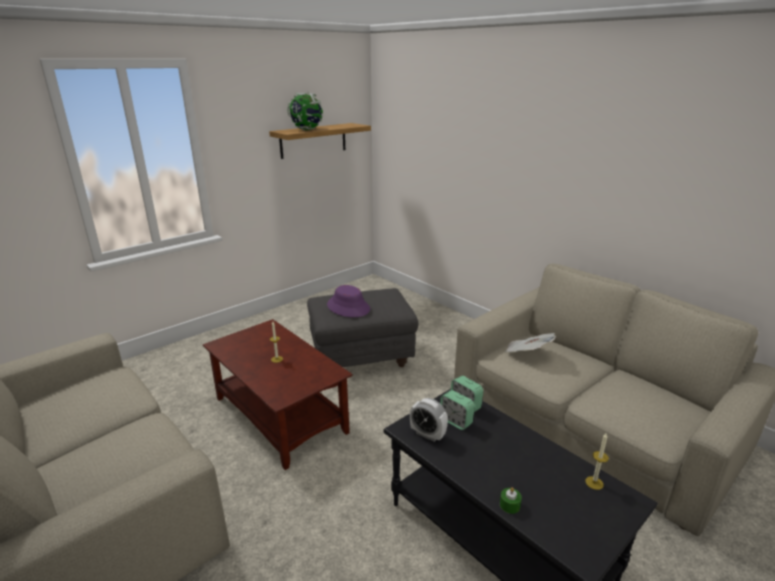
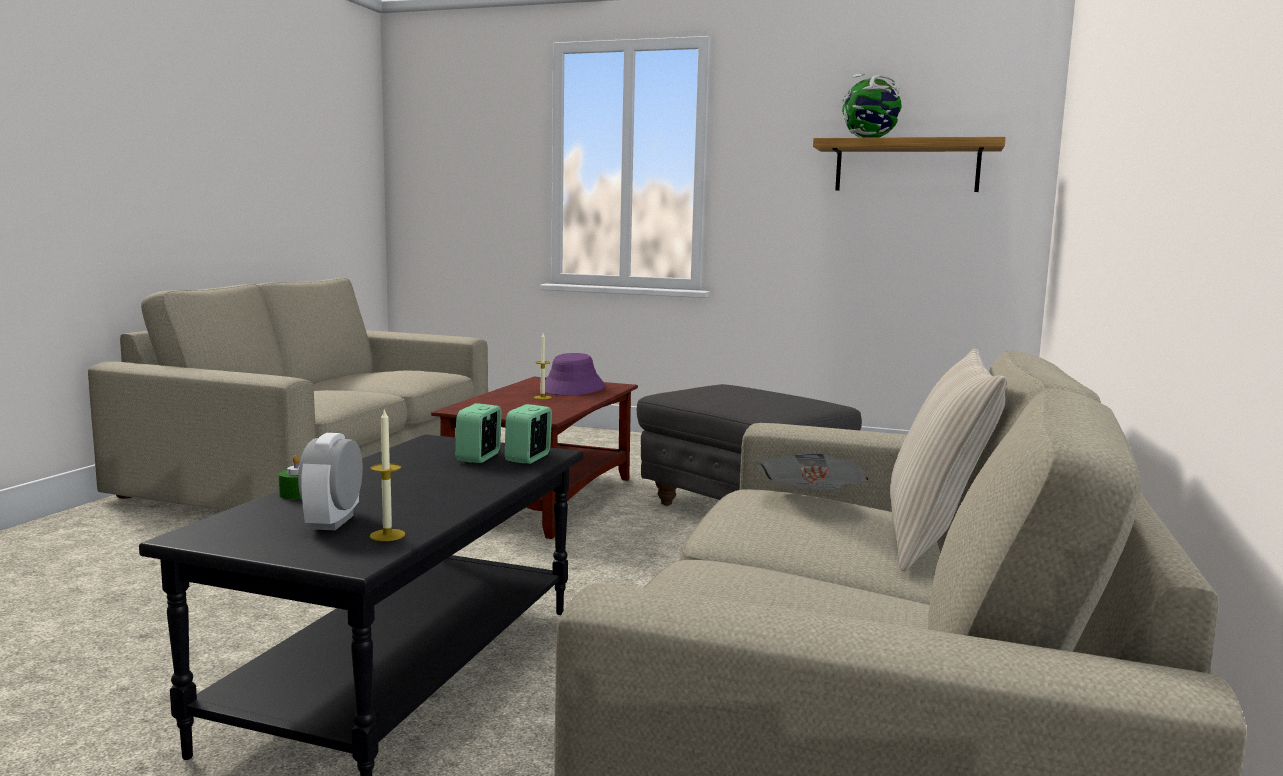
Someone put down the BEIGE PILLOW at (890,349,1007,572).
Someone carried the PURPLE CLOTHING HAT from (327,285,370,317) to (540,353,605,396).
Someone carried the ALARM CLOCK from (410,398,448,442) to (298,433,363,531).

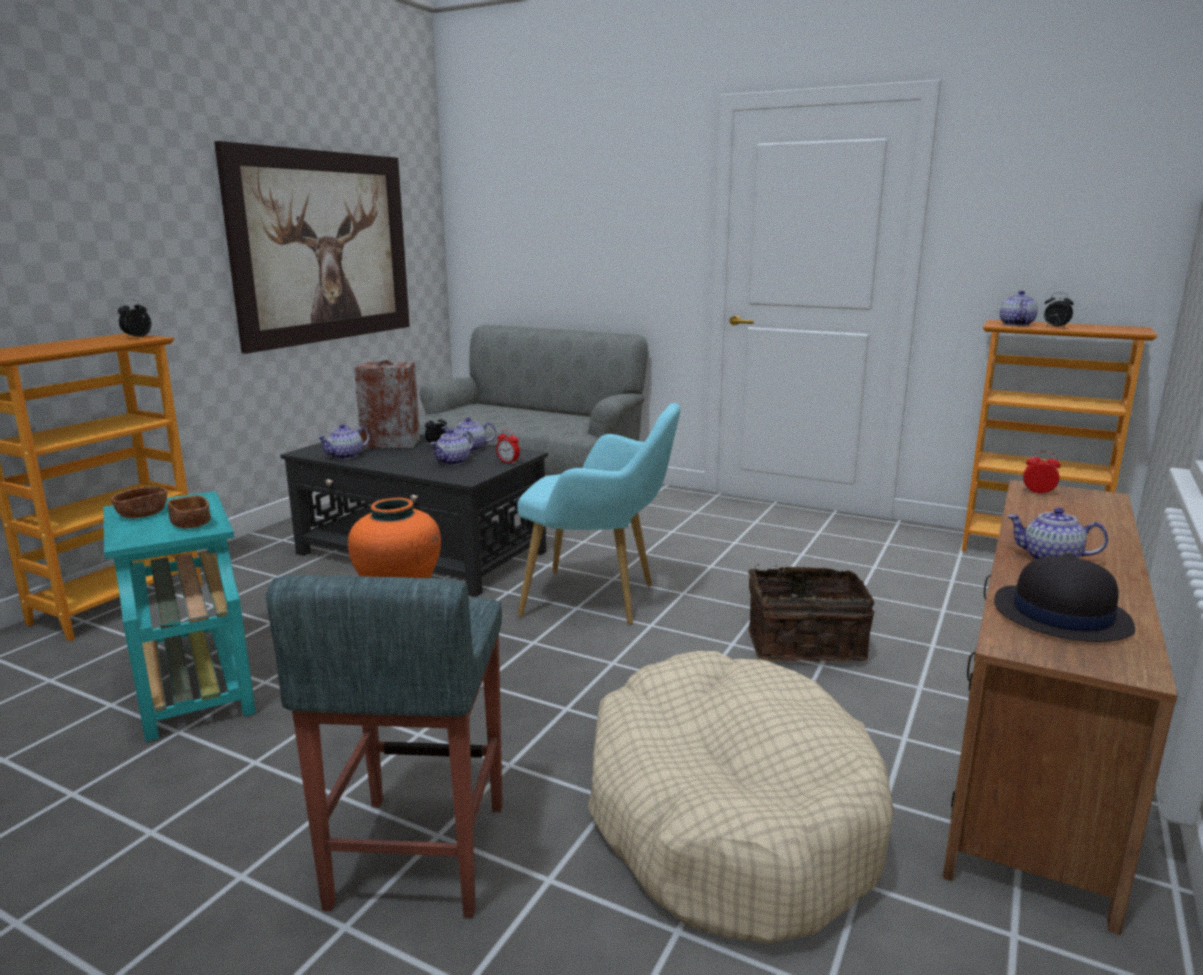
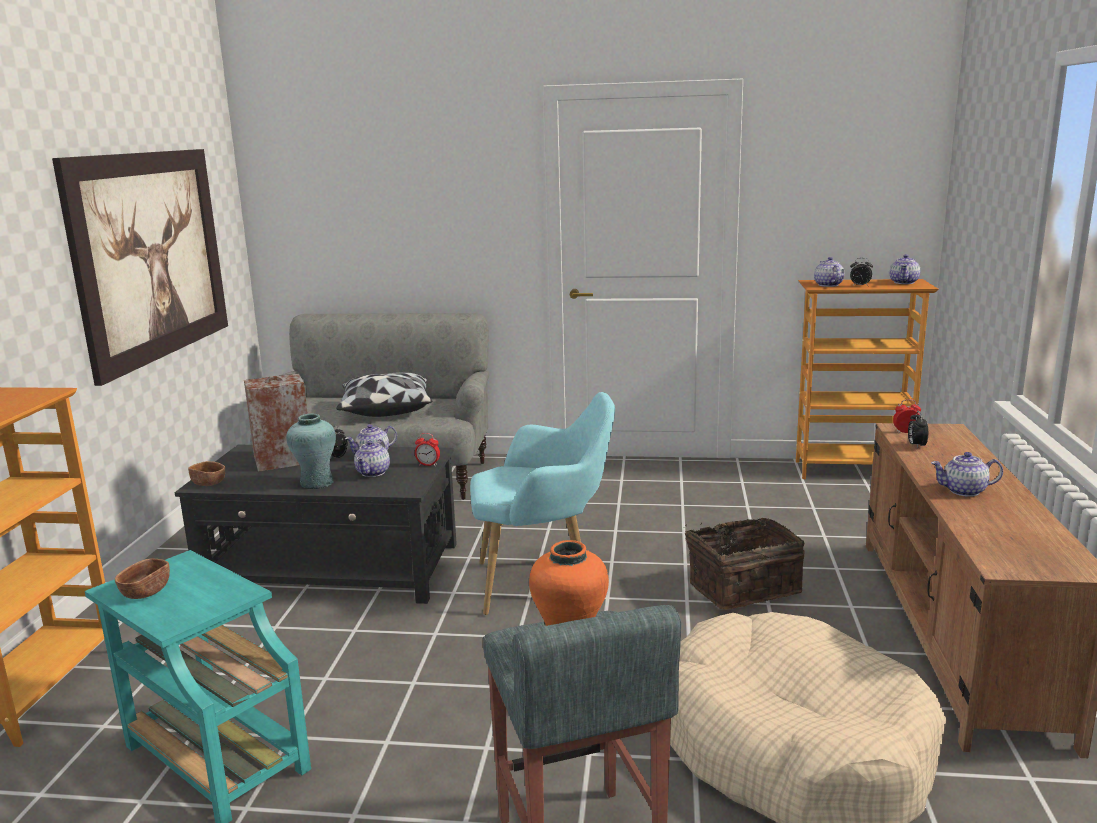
Someone took away the BLACK CLOTHING HAT at (994,553,1135,642).
Someone put down the TURQUOISE FLOWER VASE at (286,413,336,489).
Someone put down the PILLOW at (336,372,432,417).
Someone carried the ALARM CLOCK from (118,299,151,338) to (908,411,928,448).
Someone carried the BROWNISH SERVING BOWL from (167,495,211,528) to (188,461,225,486).
Someone carried the TEAPOT from (317,424,370,459) to (890,254,920,284).

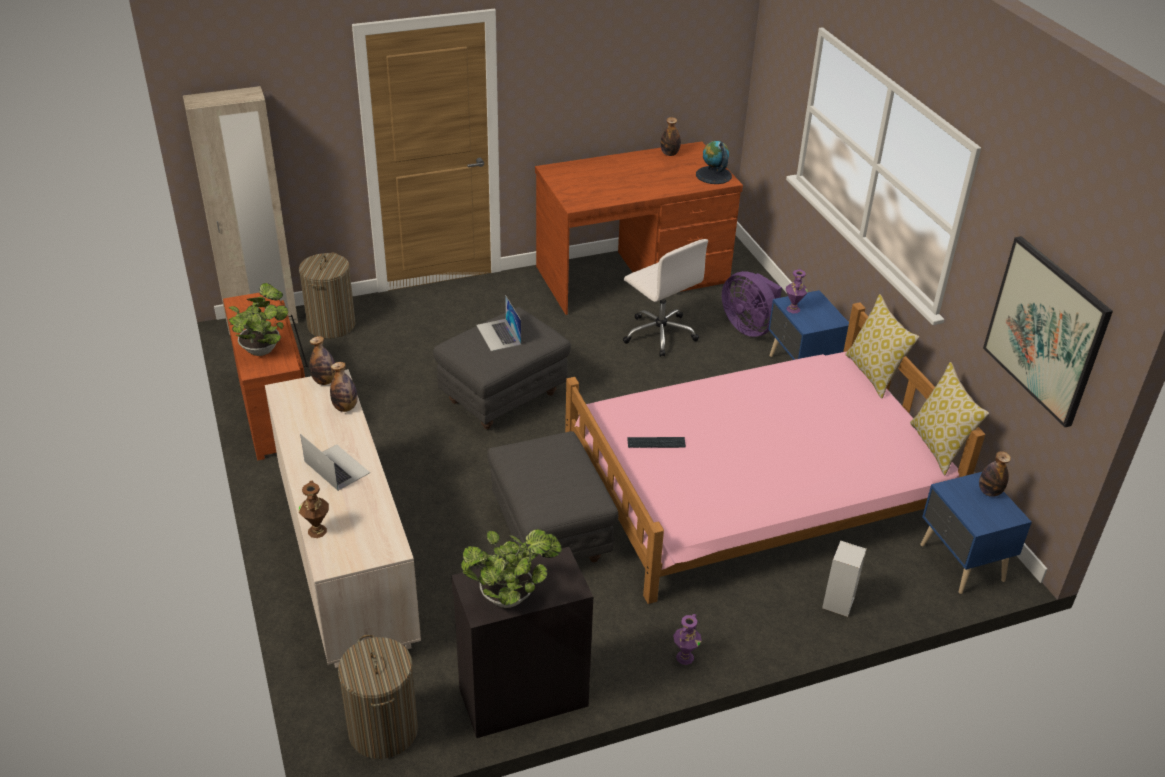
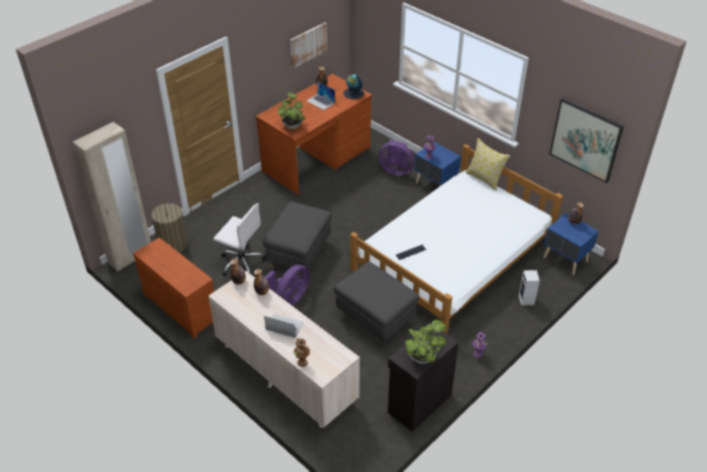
Someone took away the HAMPER at (338,634,418,759).
Someone took away the PILLOW at (910,362,989,475).
Someone put down the PURPLE COOLING FAN at (265,265,310,305).
Someone put up the WALL PICTURE at (290,22,327,69).
Someone carried the PLANT IN A POT from (229,283,288,356) to (277,92,305,129).
Someone carried the PORTABLE COMPUTER from (476,295,521,351) to (307,81,335,110).
Someone carried the WHITISH DESK CHAIR from (623,239,708,357) to (213,203,266,276).
Someone repainted the PINKISH BEDROOM BED at (565,302,985,604), which became the WHITISH BEDROOM BED at (350,144,563,333).

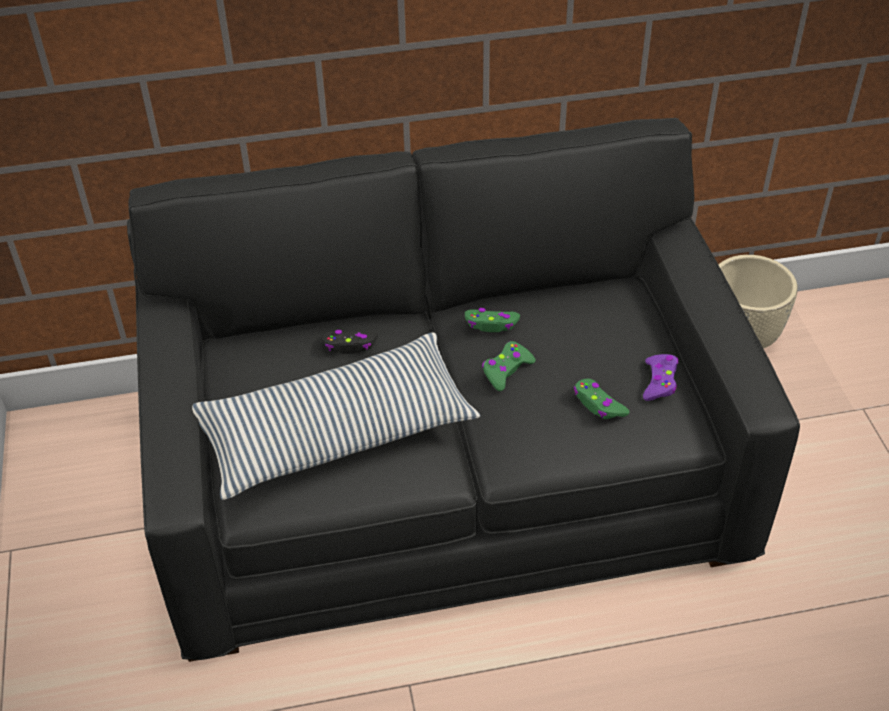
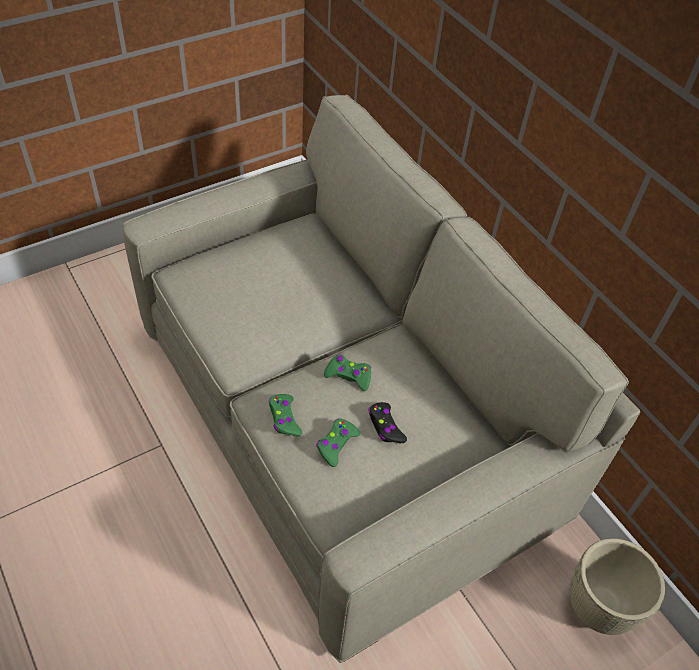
Someone took away the PILLOW at (192,332,480,500).
Someone took away the PURPLE GAME CONTROLLER at (643,354,678,401).
Someone carried the BLACK GAME CONTROLLER from (321,330,378,354) to (369,402,407,443).
Someone carried the GREEN GAME CONTROLLER from (465,308,520,332) to (269,394,302,436).
Someone repainted the BLACK SETTEE at (127,118,800,662), which became the BEIGE SETTEE at (123,95,640,663).

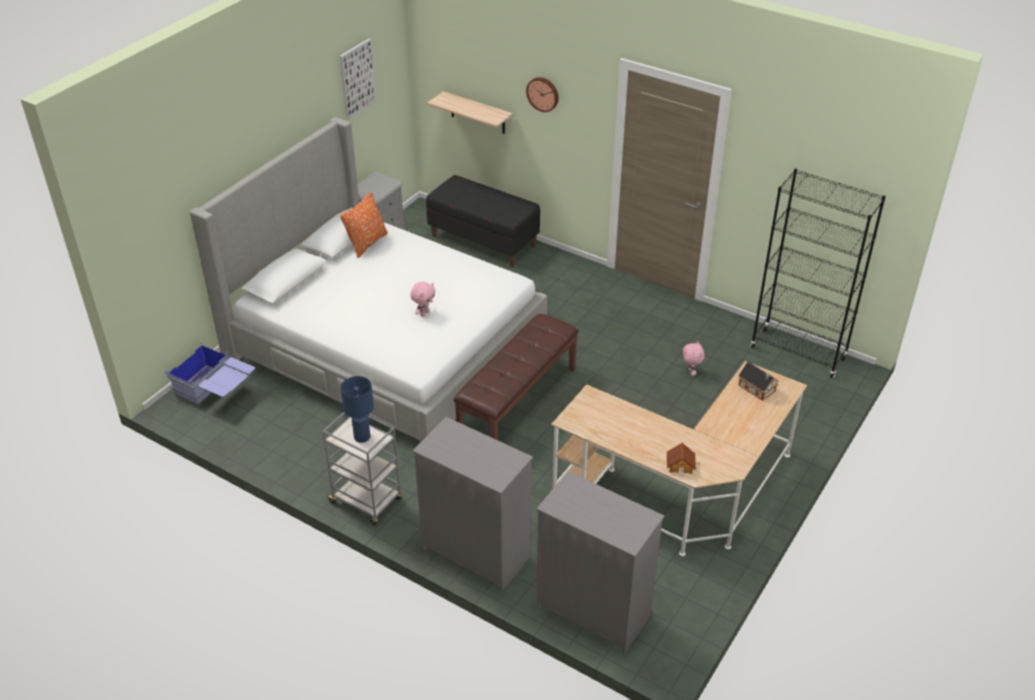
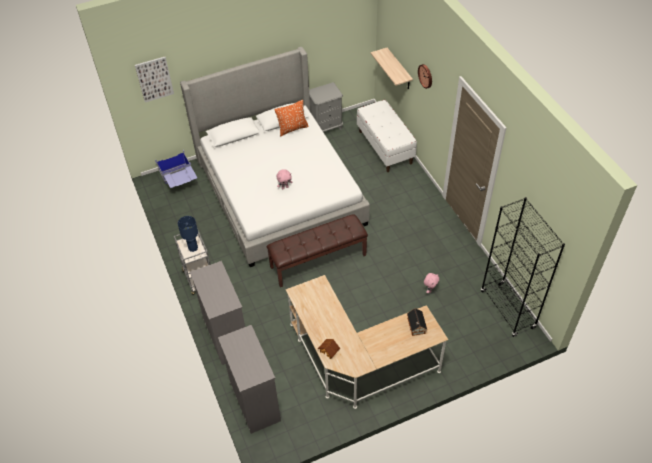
Someone carried the WALL PICTURE from (340,39,377,119) to (135,57,174,102).
Someone repainted the BLACK BENCH at (426,175,540,267), which became the WHITISH BENCH at (357,100,417,172).

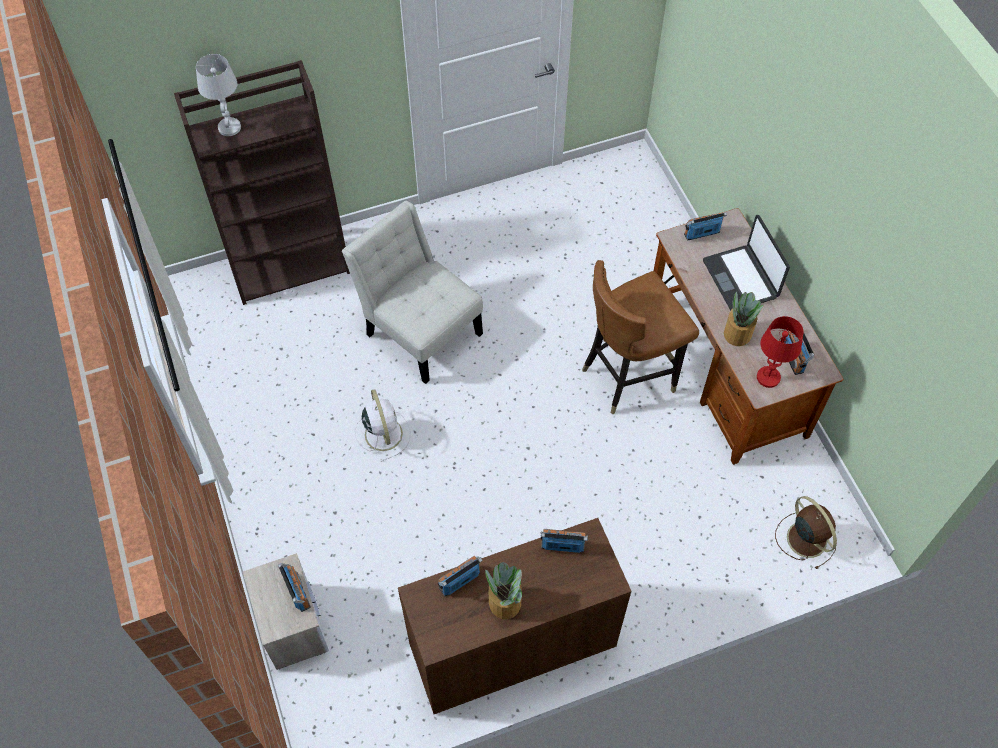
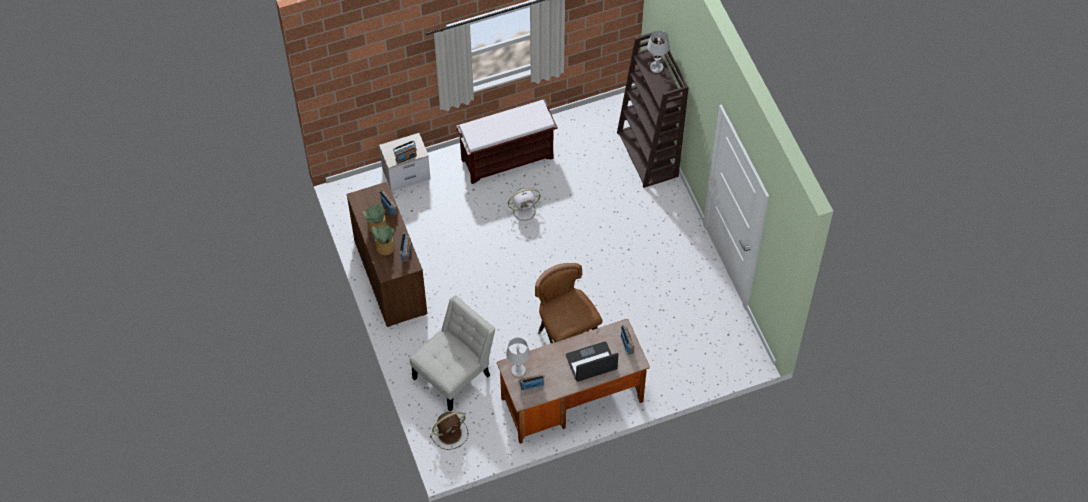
Someone put down the BROWNISH BENCH at (456,99,558,184).
Someone carried the WHITISH CHAIR from (342,201,483,384) to (410,295,495,412).
Someone carried the PLANT IN A POT from (724,292,764,346) to (371,225,394,255).
Someone repainted the RED TABLETOP LAMP at (757,316,804,388), which became the WHITISH TABLETOP LAMP at (506,338,530,377).

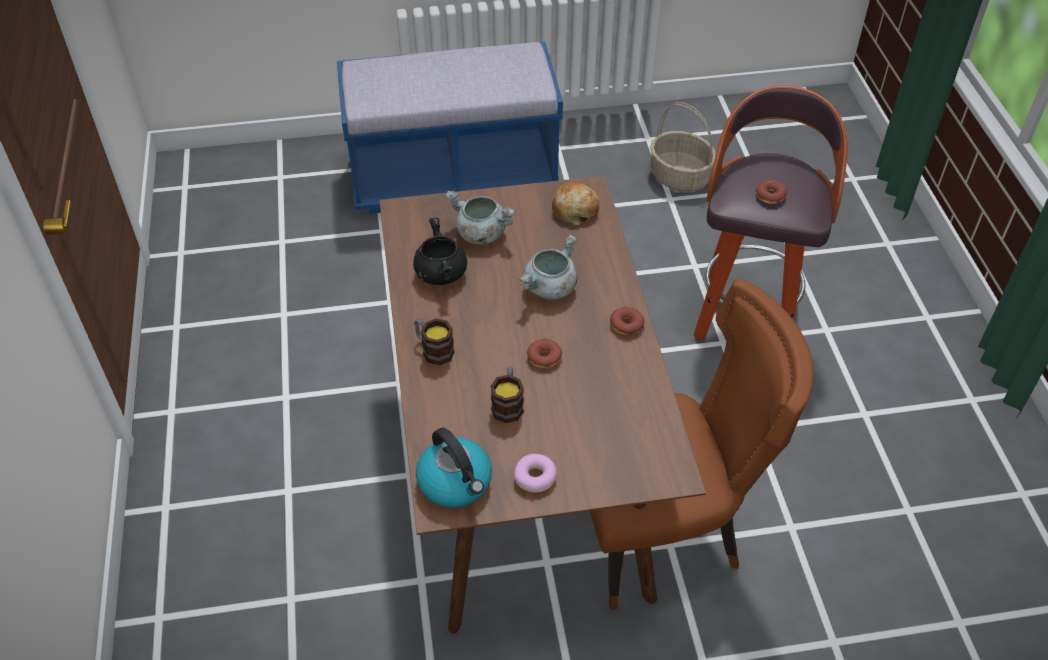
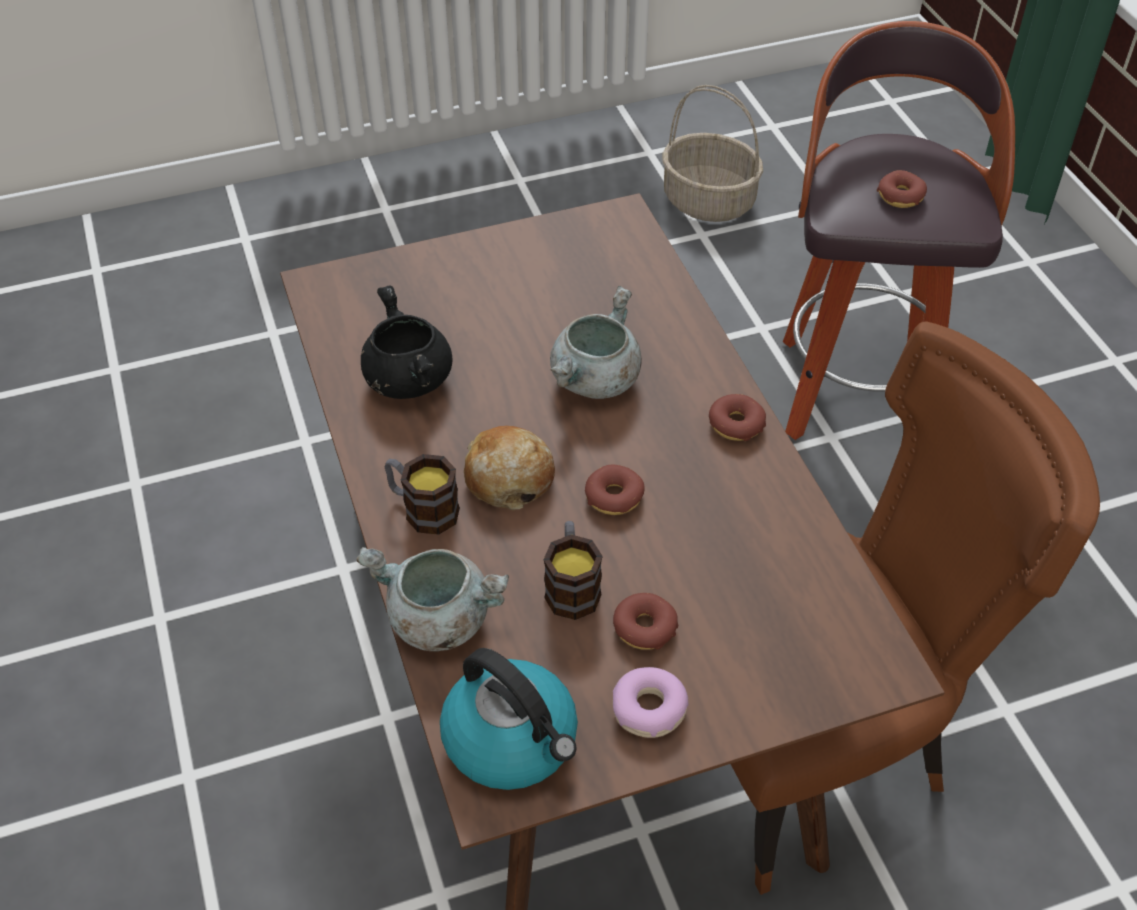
Someone took away the BLUE BENCH at (337,42,563,214).
Someone put down the DONUT at (613,593,678,650).
Someone carried the GREY STOCKPOT from (445,191,516,245) to (356,547,509,651).
Someone carried the BREAD from (552,182,599,225) to (464,426,555,510).

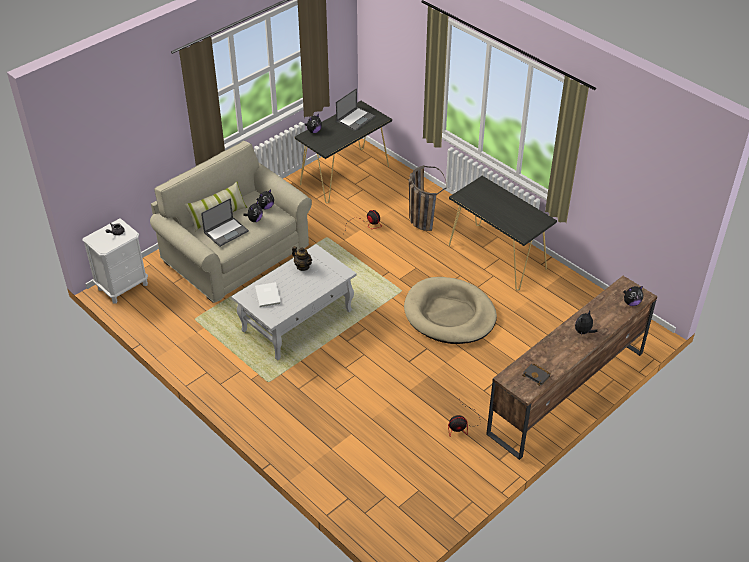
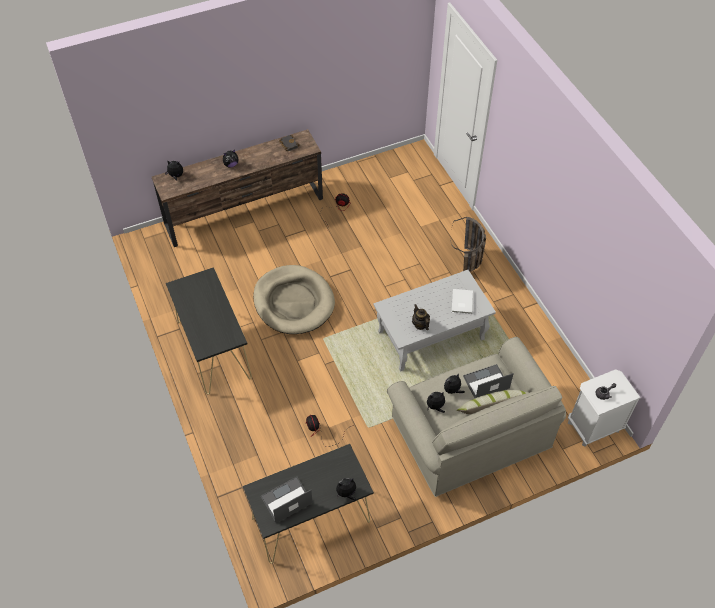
Someone carried the HOUSEHOLD BASKET from (409,165,447,231) to (450,217,486,272).

